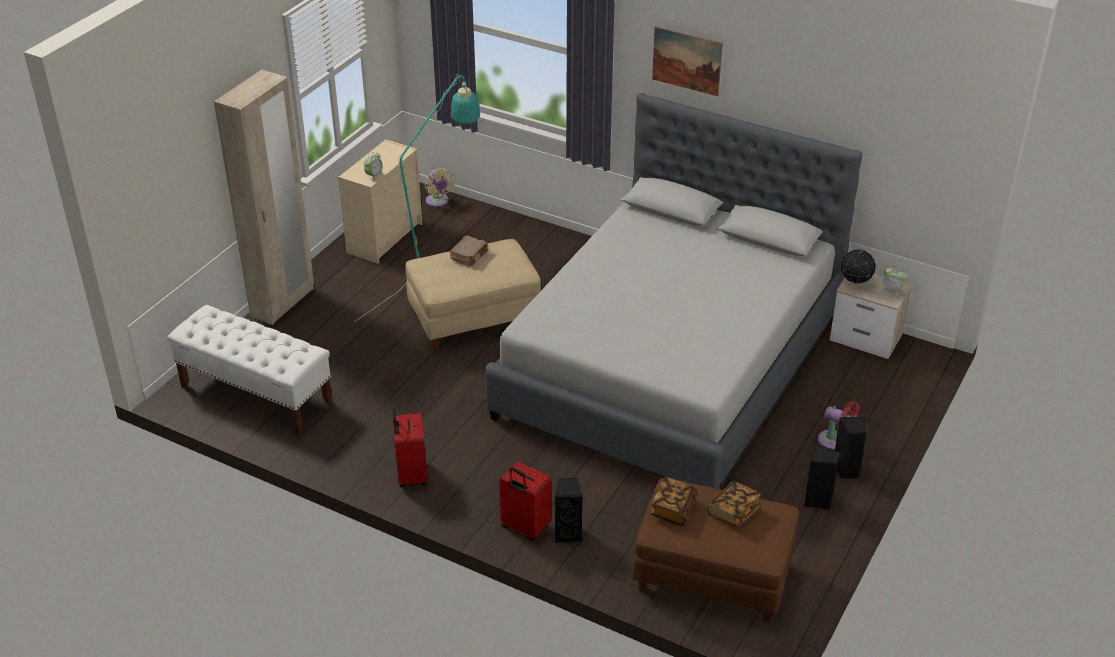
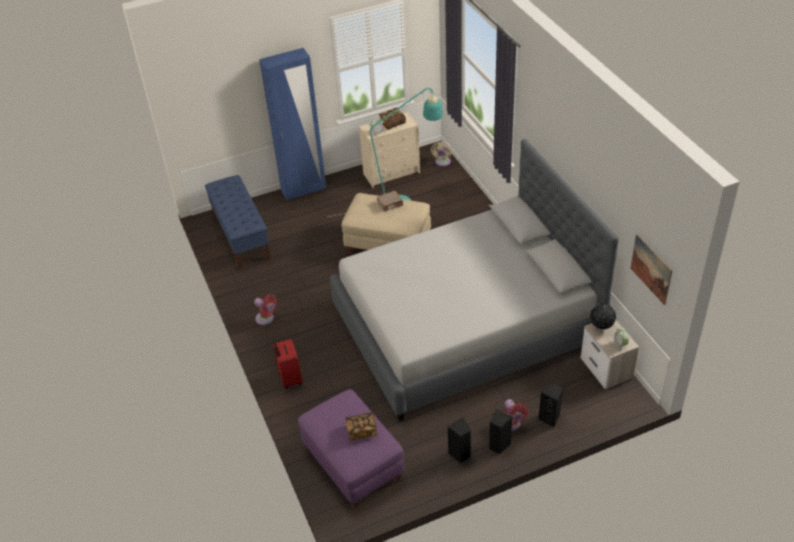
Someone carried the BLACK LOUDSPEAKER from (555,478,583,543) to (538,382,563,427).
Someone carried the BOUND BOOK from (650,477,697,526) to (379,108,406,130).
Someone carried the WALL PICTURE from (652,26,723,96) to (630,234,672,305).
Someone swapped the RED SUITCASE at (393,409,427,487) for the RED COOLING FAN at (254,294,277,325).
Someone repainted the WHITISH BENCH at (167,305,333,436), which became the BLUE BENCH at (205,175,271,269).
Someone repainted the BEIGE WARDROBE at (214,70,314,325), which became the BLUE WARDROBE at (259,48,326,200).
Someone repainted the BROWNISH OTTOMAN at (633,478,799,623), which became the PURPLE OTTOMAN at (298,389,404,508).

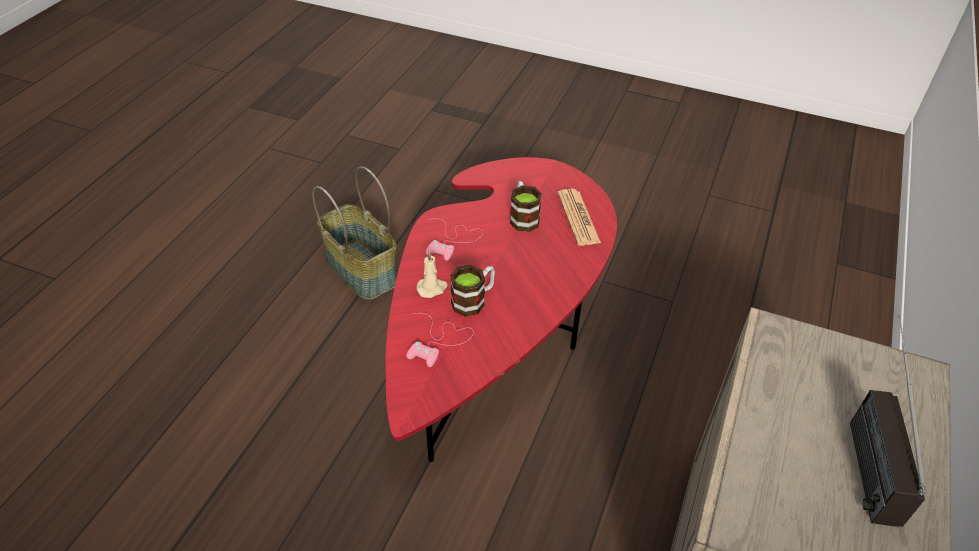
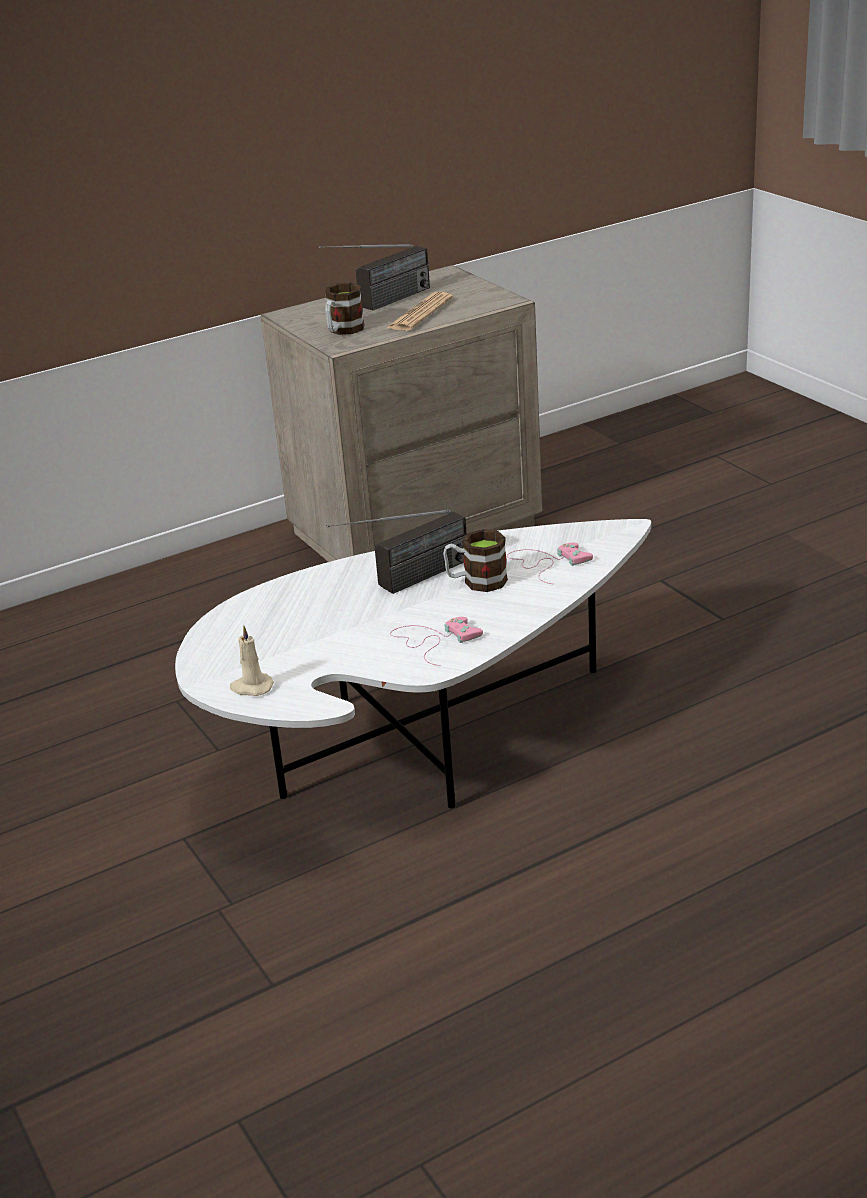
Someone took away the HOUSEHOLD BASKET at (312,166,397,300).
Someone put down the RADIO SET at (327,510,467,594).
Someone carried the BEIGE WAX CANDLE from (416,251,448,298) to (230,625,274,696).
Someone carried the COFFEE MUG from (510,181,542,232) to (325,283,365,335).
Someone carried the PRINTED PAPER from (557,189,601,246) to (387,292,453,331).
Someone repainted the RED COFFEE TABLE at (386,157,617,462), which became the WHITISH COFFEE TABLE at (175,519,651,808).

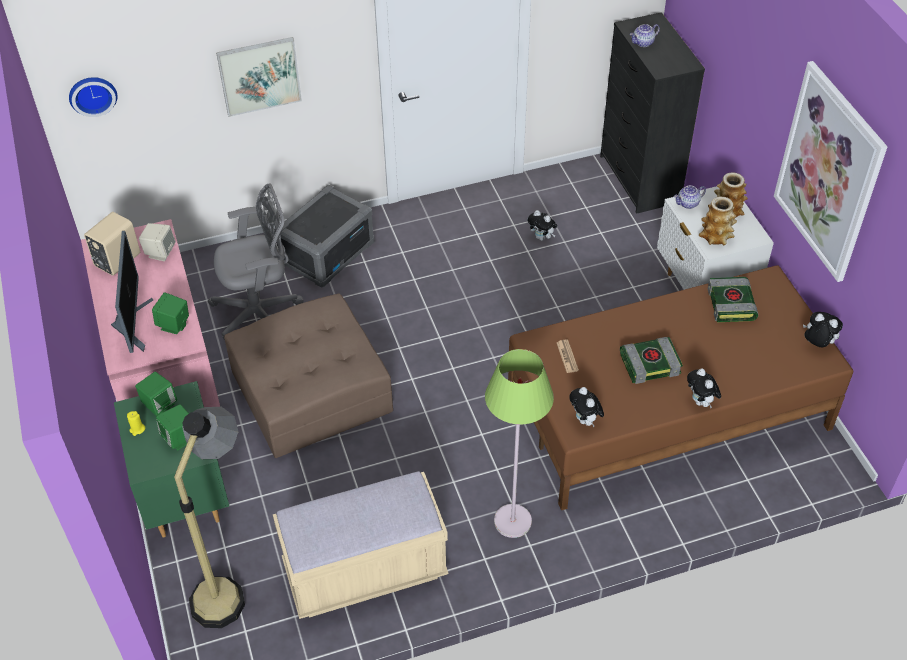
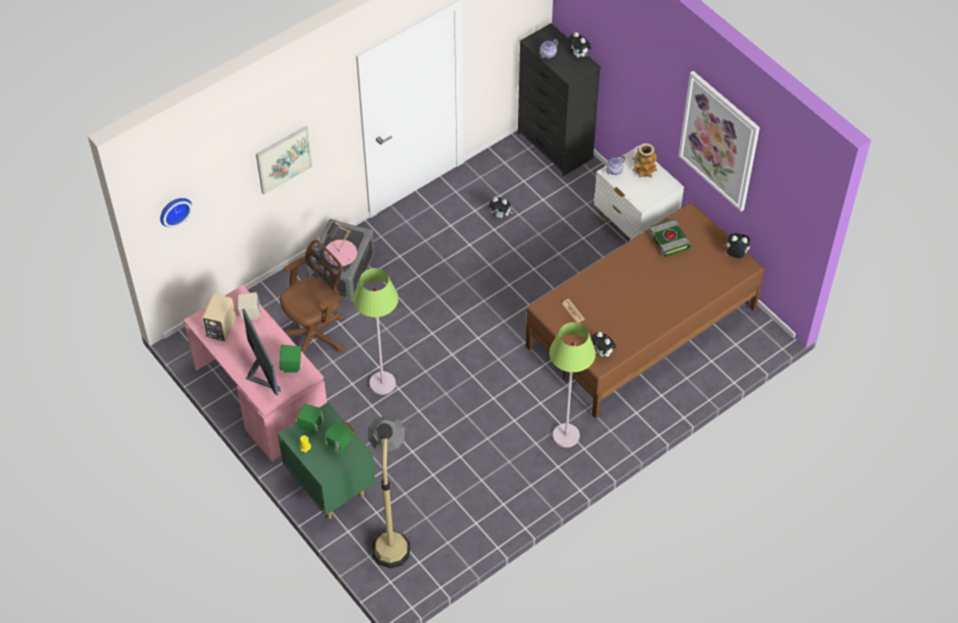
Someone took away the BEIGE BENCH at (273,471,448,619).
Someone took away the BOUND BOOK at (620,337,683,384).
Someone took away the FLOWER VASE at (699,196,737,245).
Someone put down the PINKISH TABLETOP LAMP at (326,222,357,266).
Someone carried the PLUSH TOY from (687,368,721,408) to (568,32,592,58).
Someone swapped the BROWNISH OTTOMAN at (224,294,393,458) for the GREEN STANDARD LAMP at (353,268,399,395).
Someone repainted the GREY DESK CHAIR at (208,183,303,340), which became the BROWNISH DESK CHAIR at (280,239,345,354).

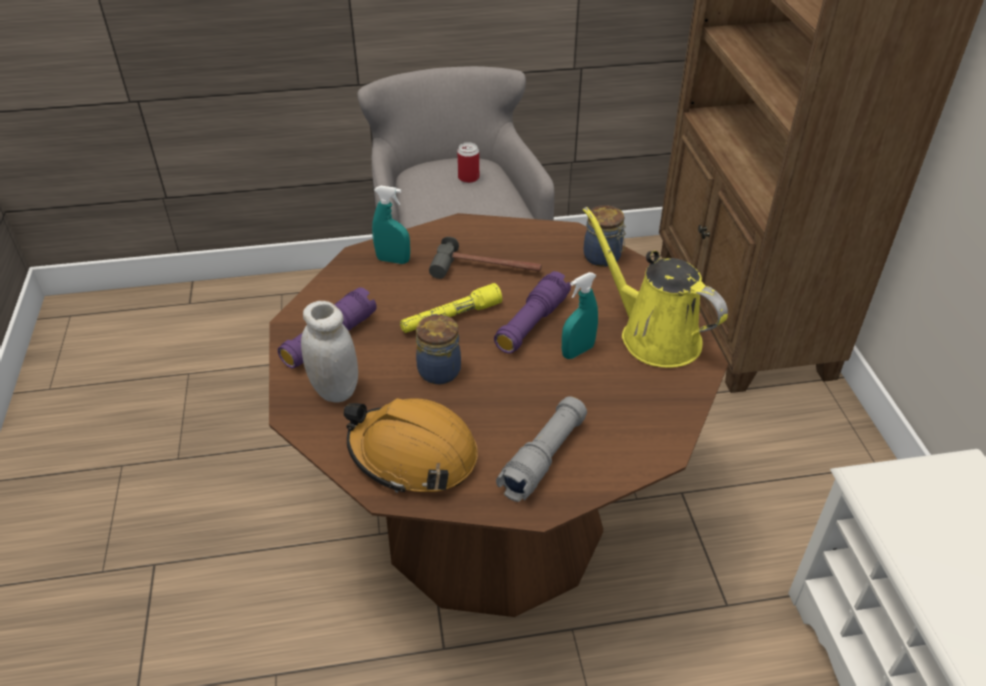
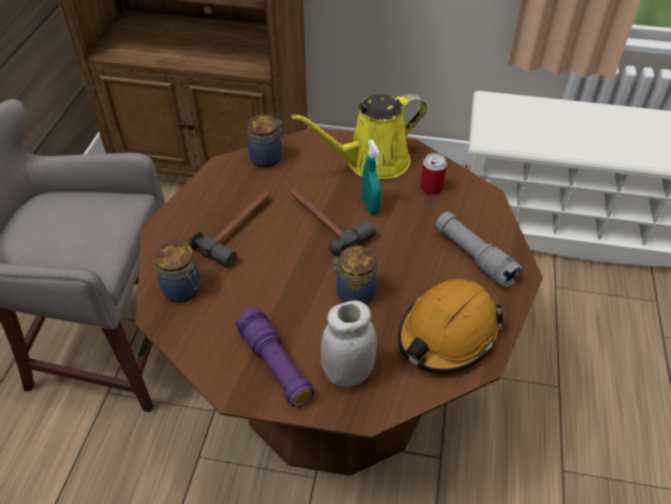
Someone took away the YELLOWISH FLASHLIGHT at (400,283,502,333).
Someone carried the CAN from (457,142,479,183) to (420,153,447,195).
Someone swapped the TURQUOISE SPRAY BOTTLE at (372,186,410,264) for the PRESERVE JAR at (154,241,201,303).
Someone swapped the PURPLE FLASHLIGHT at (494,271,571,353) for the HAMMER at (290,188,376,256).

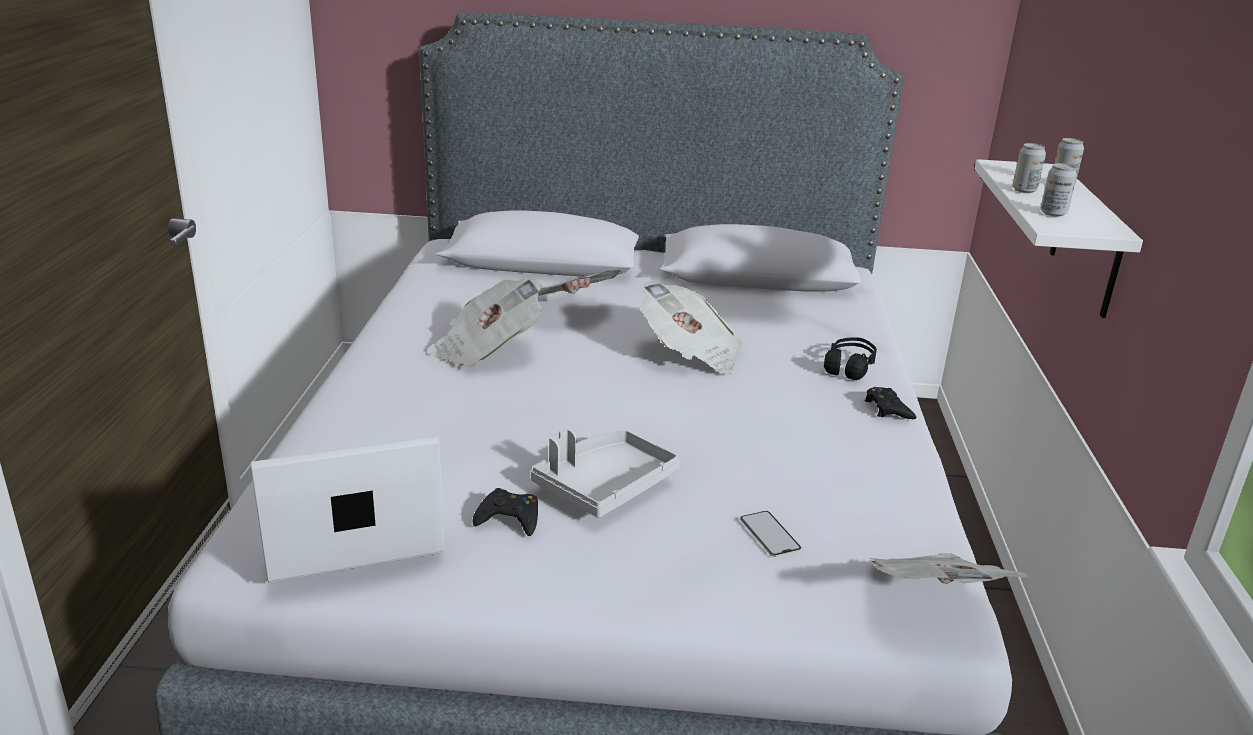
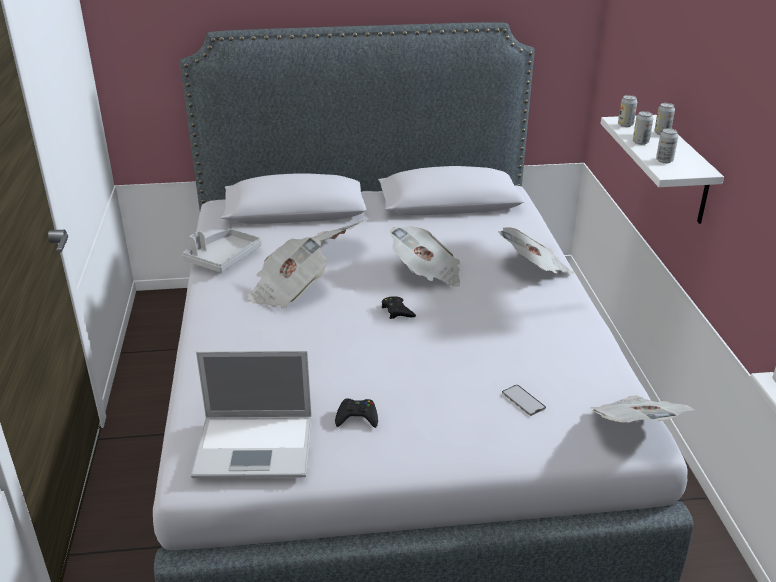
Someone put down the CAN at (618,95,637,127).
Someone carried the GREY TRAY from (531,429,680,518) to (182,229,262,272).
Someone carried the BLACK GAME CONTROLLER from (865,387,917,419) to (382,296,416,319).
Someone swapped the BLACK HEADSET at (824,337,877,380) for the PRINTED PAPER at (498,227,574,274).
Someone rotated the PORTABLE COMPUTER at (251,436,445,583) by 150 degrees counterclockwise.

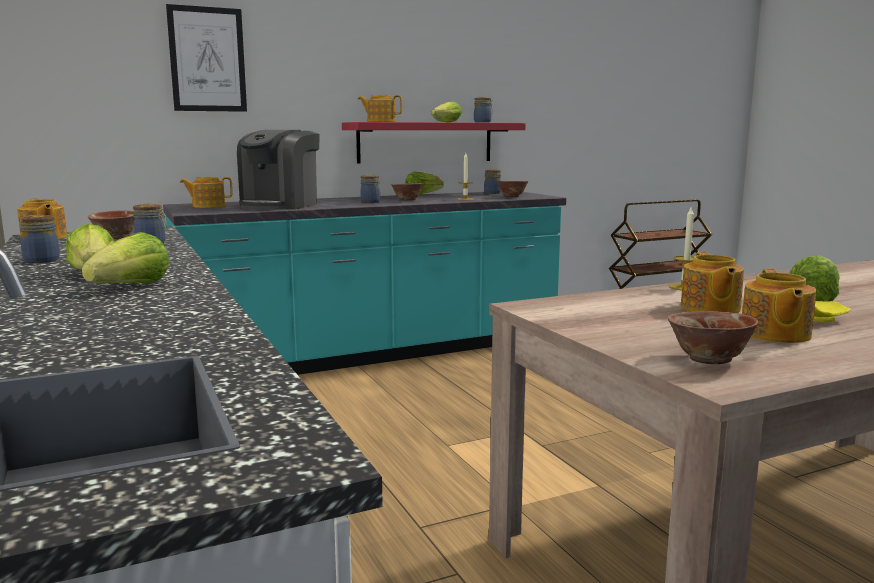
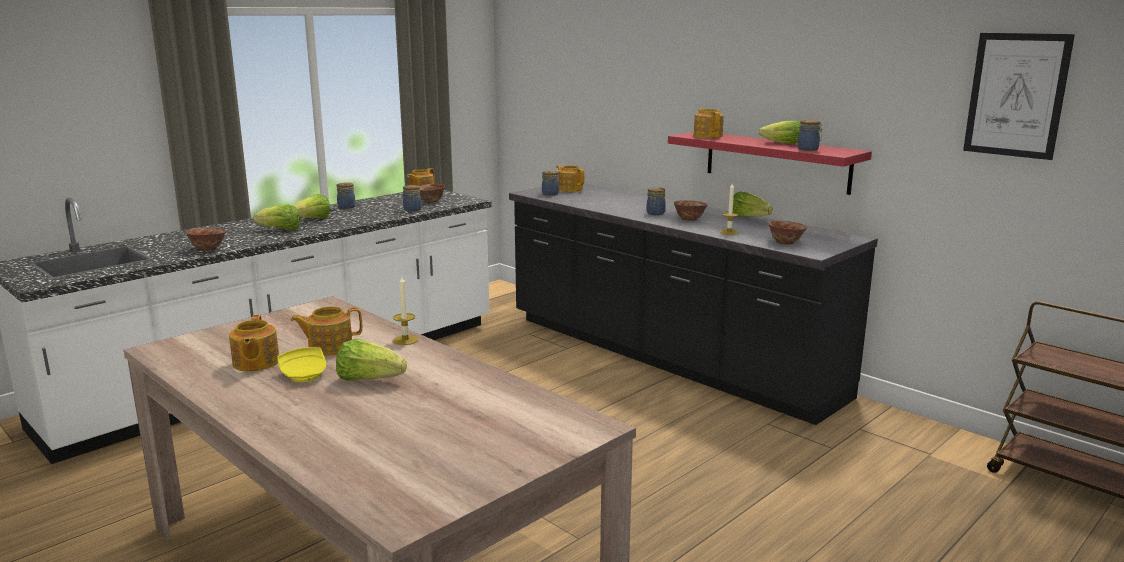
Someone took away the COFFEE MAKER at (237,130,320,210).
Someone carried the WALL PICTURE from (166,4,247,112) to (963,33,1075,160).
Someone carried the PRESERVE JAR from (484,169,501,194) to (542,170,560,196).
Someone carried the SERVING BOWL from (668,311,758,364) to (186,227,226,251).
Someone repainted the TURQUOISE KITCHEN BASE UNIT at (163,192,566,375), which became the BLACK KITCHEN BASE UNIT at (509,183,878,425).
Someone rotated the TEAPOT at (742,269,816,343) by 90 degrees counterclockwise.

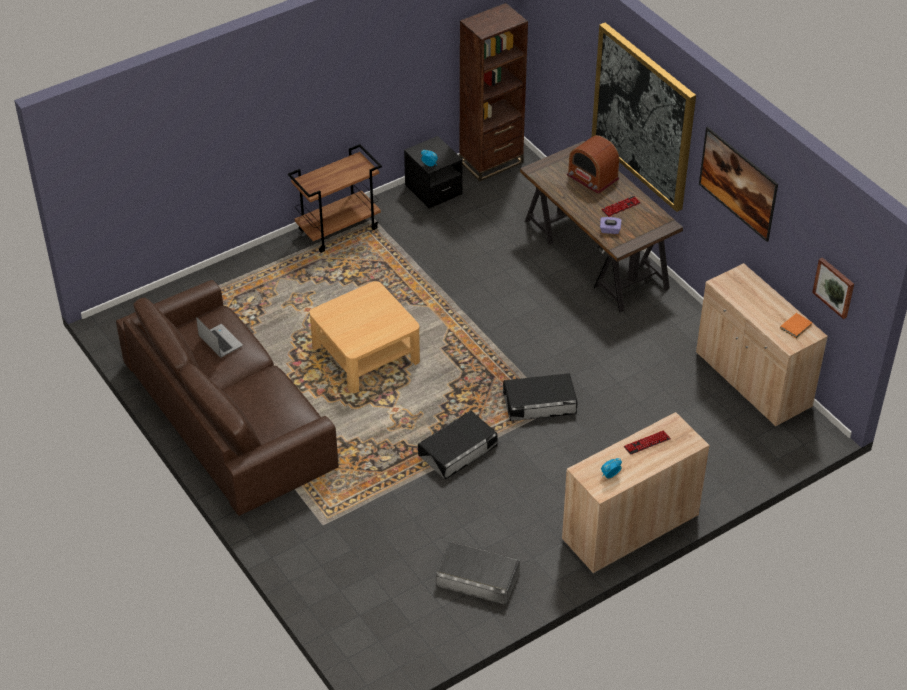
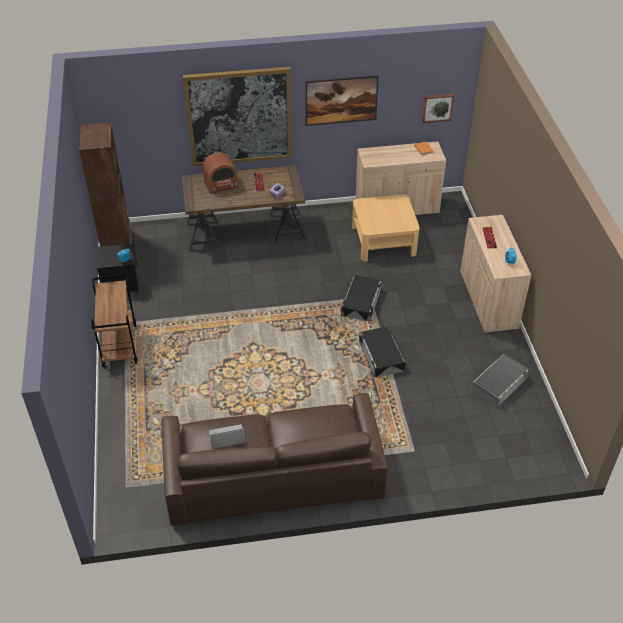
Someone carried the BEIGE COFFEE TABLE from (309,281,420,393) to (352,194,420,261).

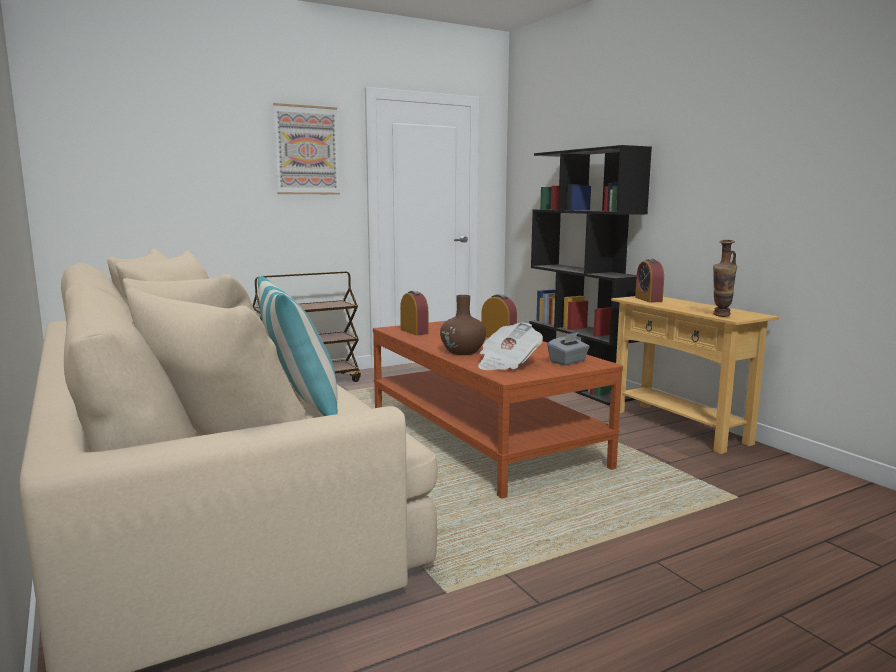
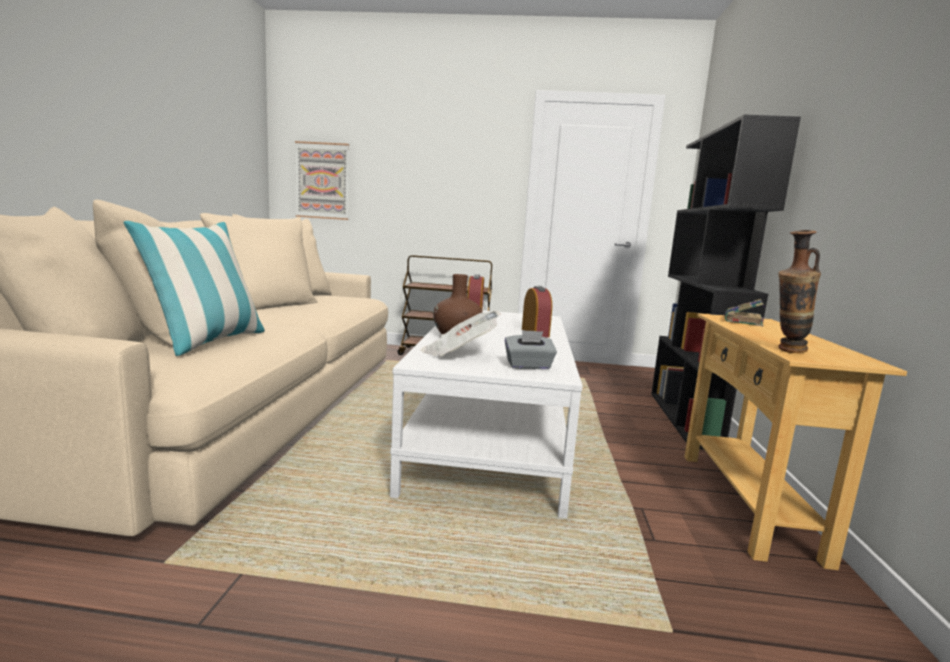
Someone carried the WALL PICTURE from (273,103,340,194) to (295,141,349,220).
Someone swapped the ALARM CLOCK at (635,259,664,302) for the BOUND BOOK at (725,299,764,326).
Someone repainted the BROWNISH COFFEE TABLE at (373,321,623,499), which became the WHITISH COFFEE TABLE at (390,310,583,518).

